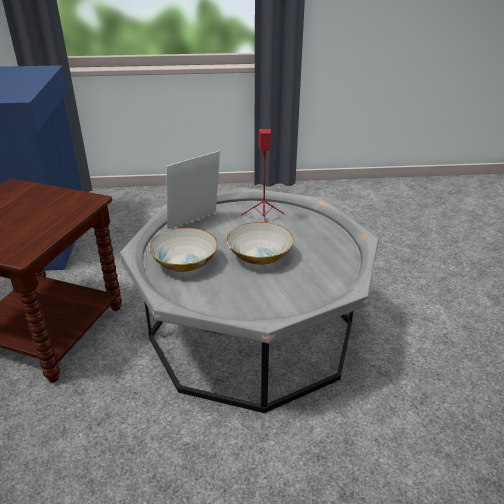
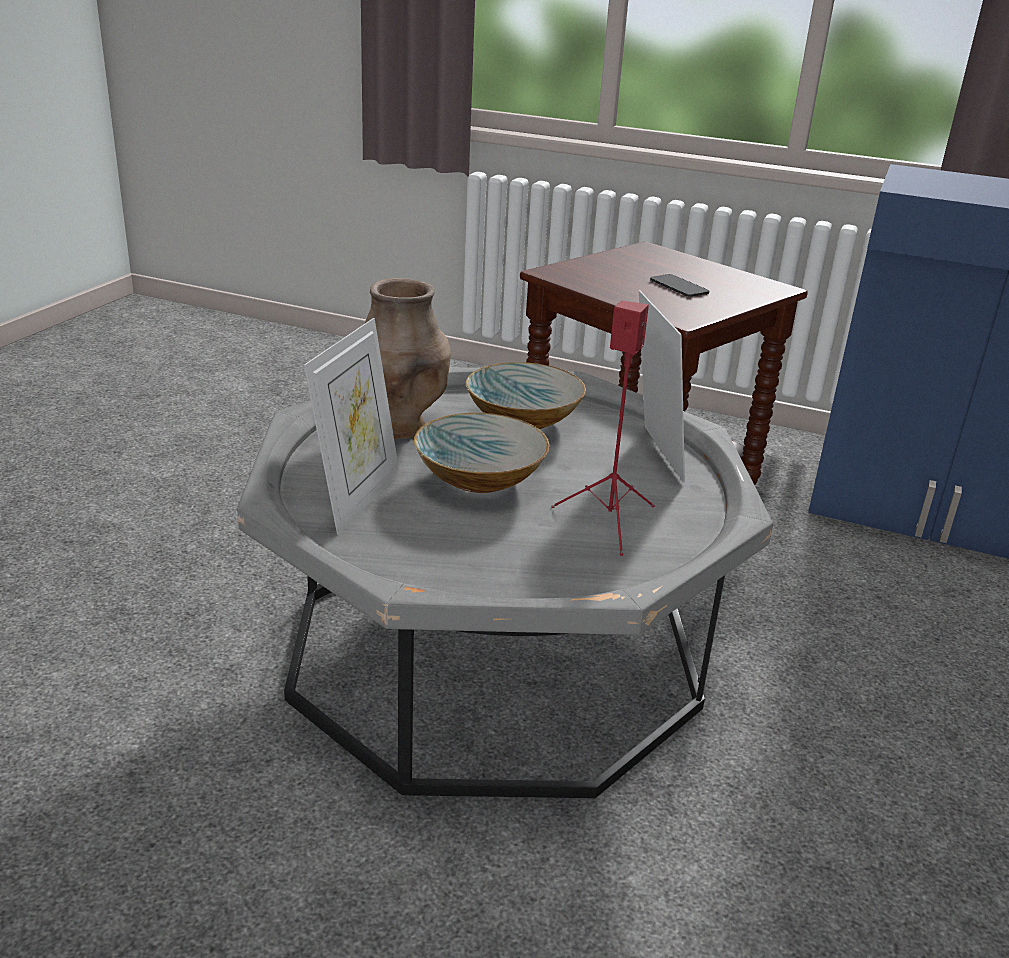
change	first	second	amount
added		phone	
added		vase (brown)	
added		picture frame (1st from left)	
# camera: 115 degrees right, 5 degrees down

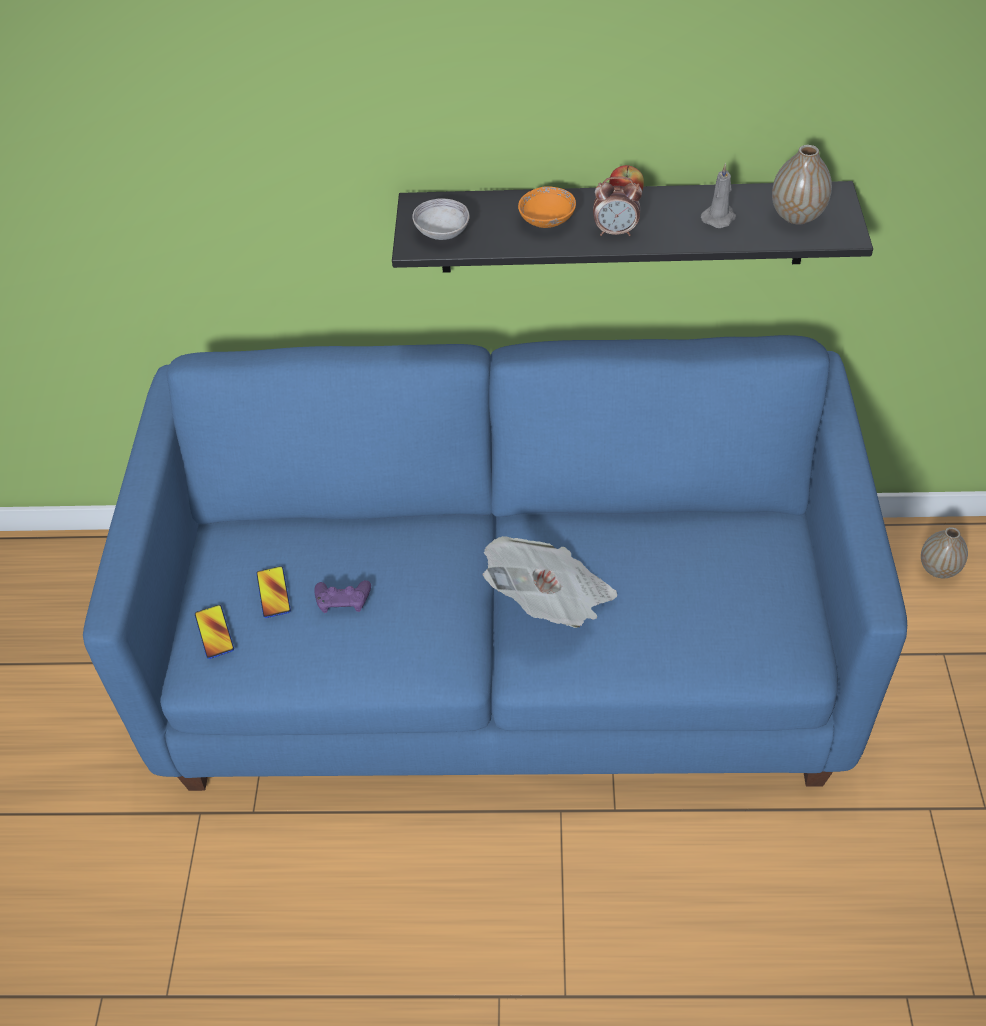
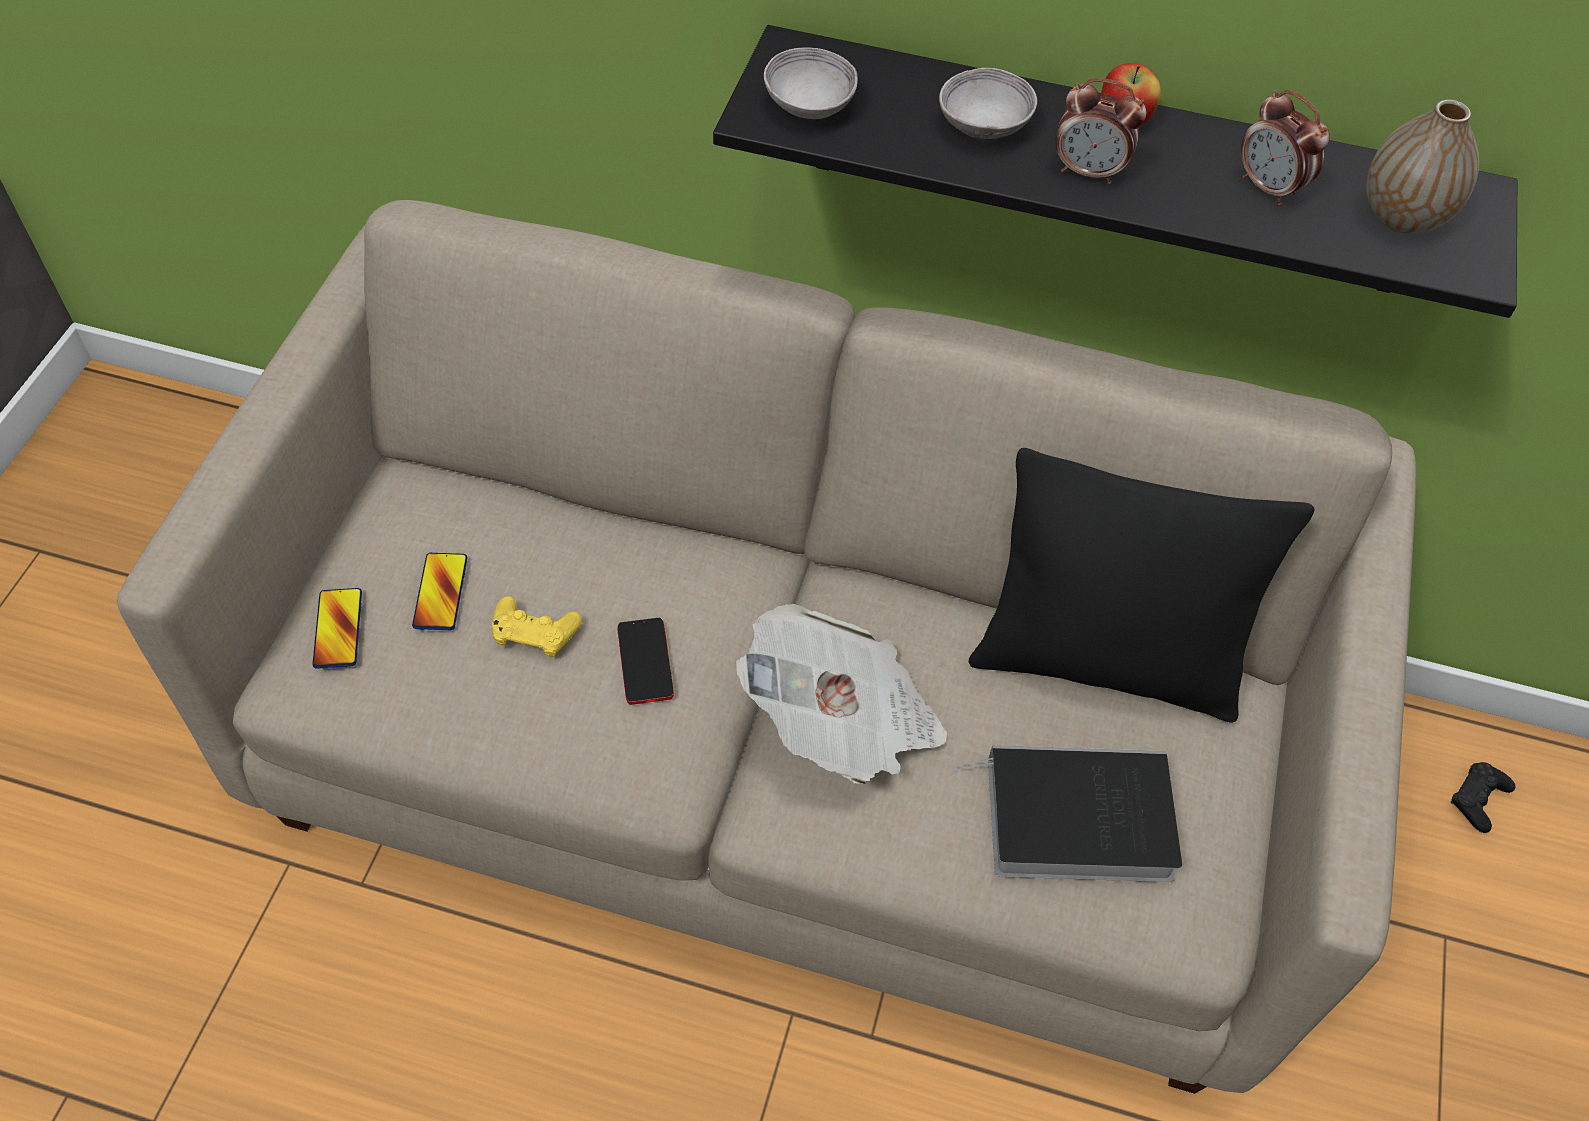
change	first	second	amount
replaced	candle (grey)	alarm clock (2nd from left)	
recoloured	bowl (orange)	bowl (grey) (2nd from left)	
recoloured	sofa (blue)	sofa (beige)	
replaced	vase (2nd from left)	game controller (black)	
recoloured	game controller (purple)	game controller (yellow)	
added		pillow (black)	
added		phone (3rd from left)	
added		book	
# camera: 10 degrees right, 5 degrees up

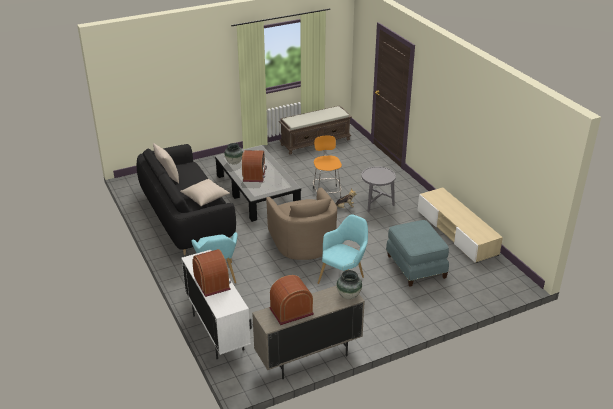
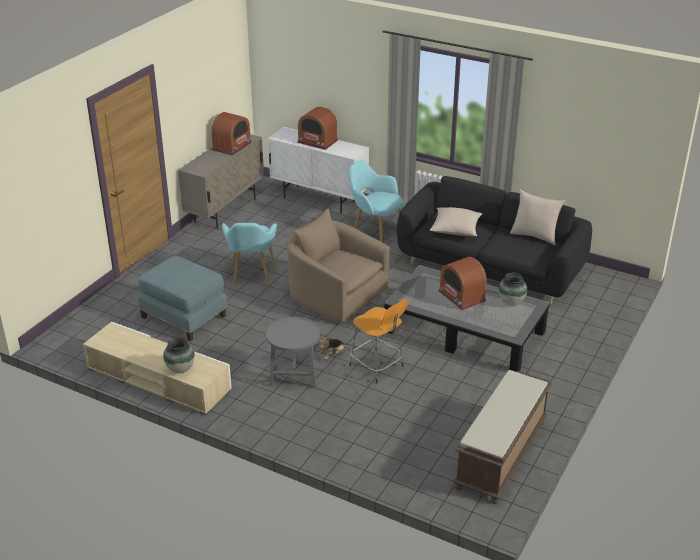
change	first	second	amount
moved	vase (2nd from left in the first image)	vase (1st from left)	
# camera: 145 degrees right, 0 degrees up

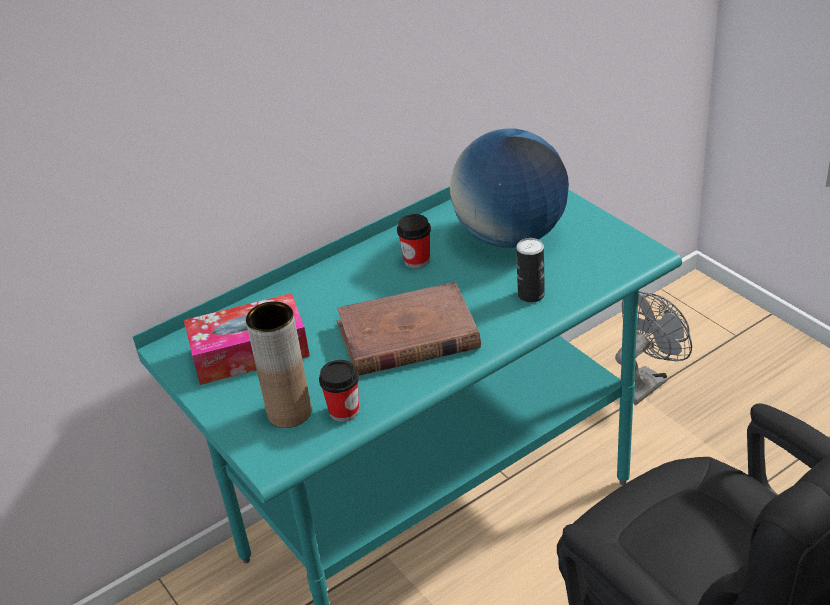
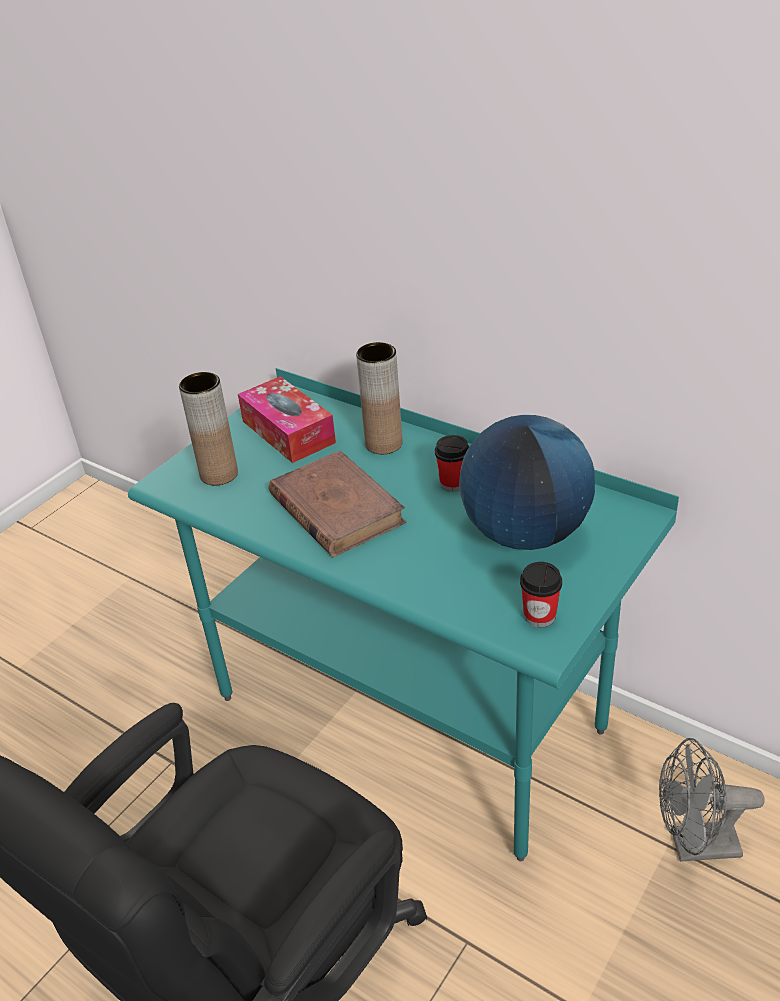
change	first	second	amount
removed	can		
turned	fan (grey)		150 degrees clockwise
moved	cup (1st from left in the first image)	cup (2nd from left)	
added		vase (brown) (2nd from left)	
# camera: 70 degrees right, 0 degrees up

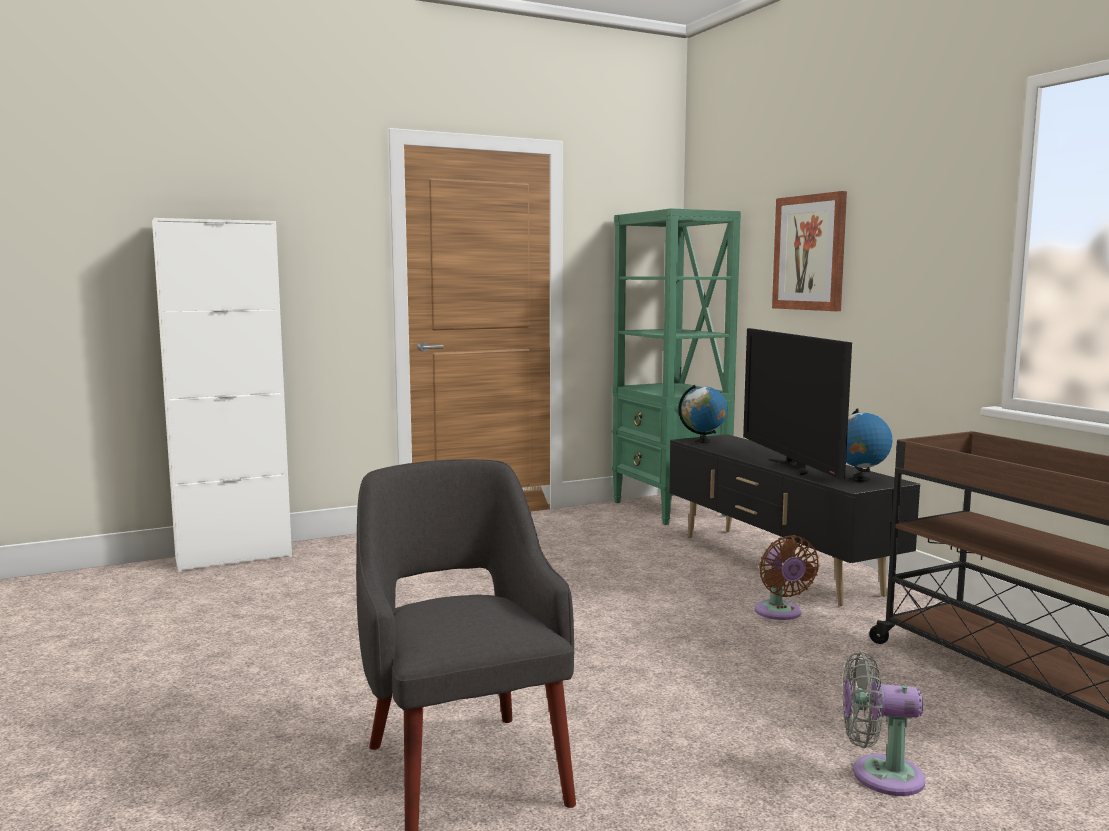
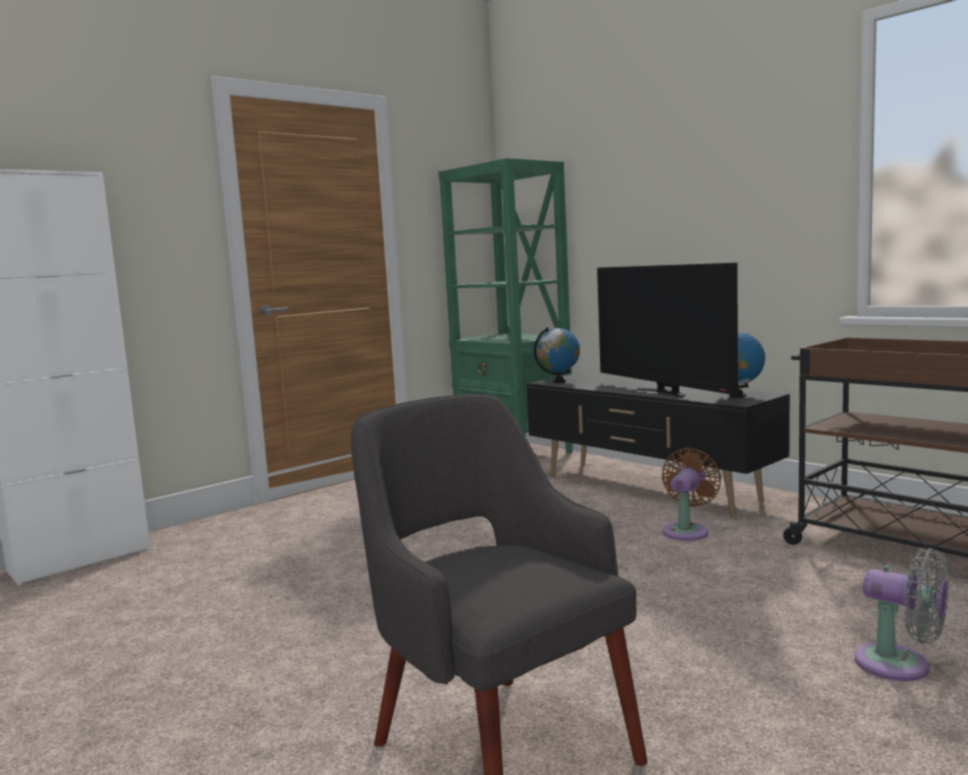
change	first	second	amount
removed	picture		
turned	fan (brown)		120 degrees counterclockwise
turned	fan (grey)		135 degrees counterclockwise
# camera: 15 degrees left, 0 degrees up

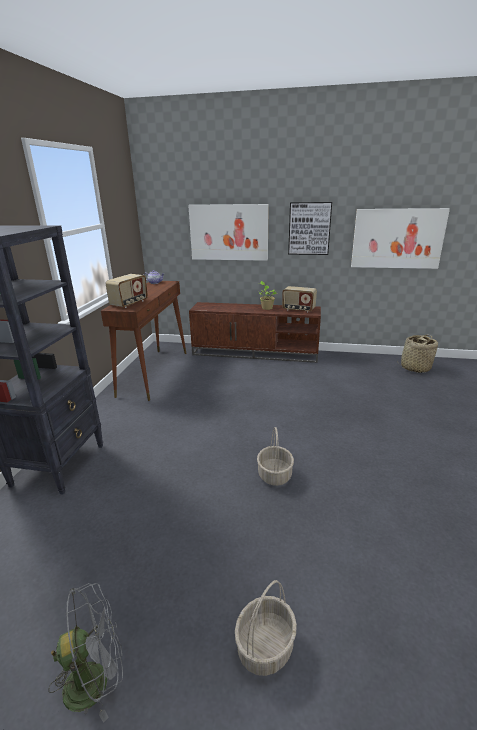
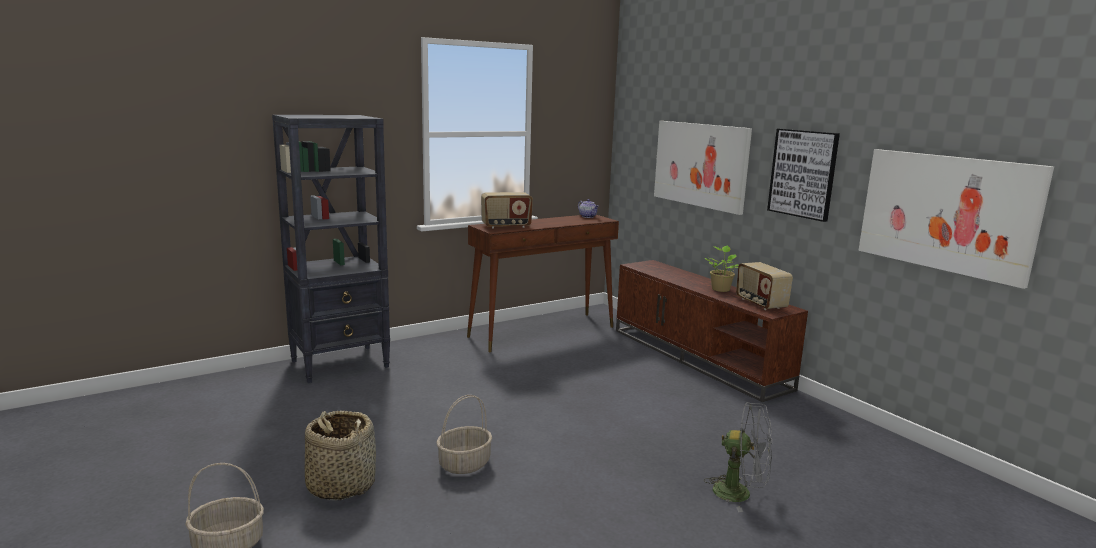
change	first	second	amount
moved	basket (3rd from left in the first image)	basket (2nd from left)	
moved	fan (grey)		
# camera: 45 degrees right, 10 degrees down

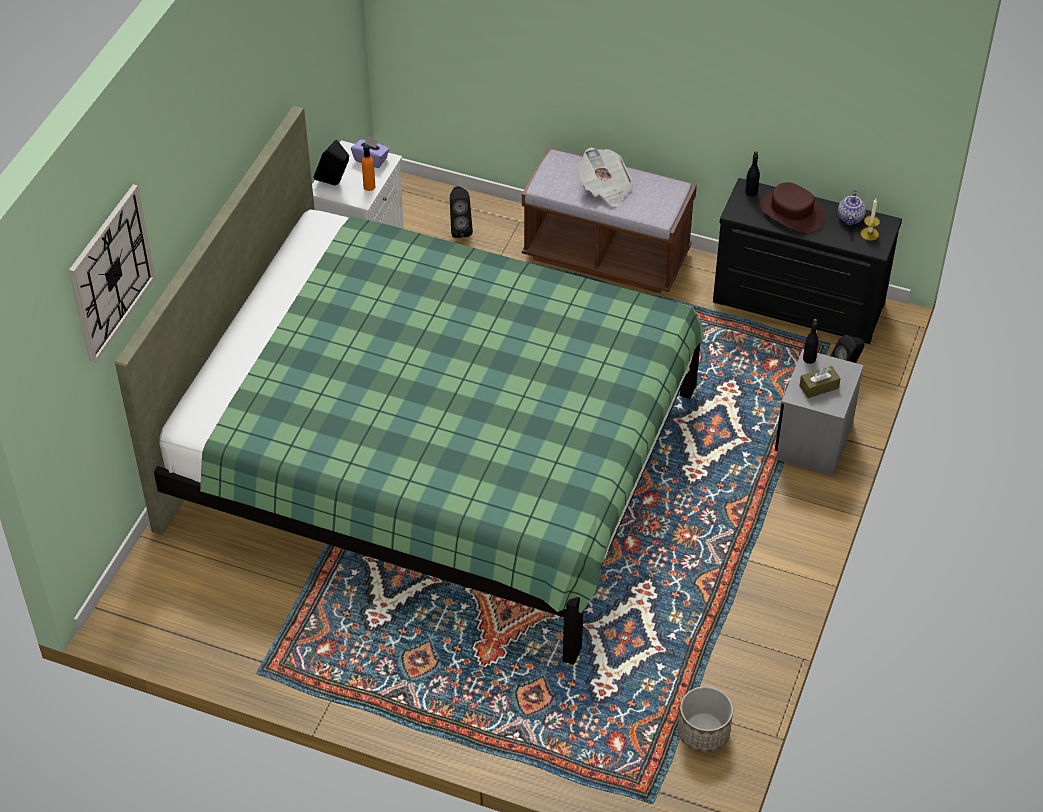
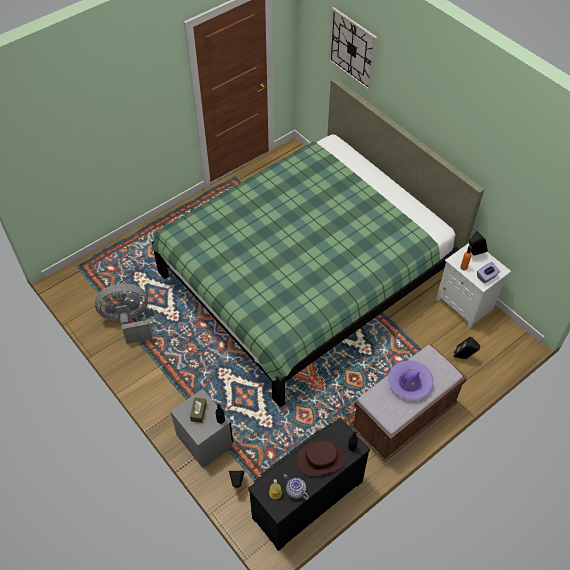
change	first	second	amount
replaced	newspaper	hat (purple)	
removed	planter		
added		fan (grey)	
# camera: 120 degrees right, 5 degrees up

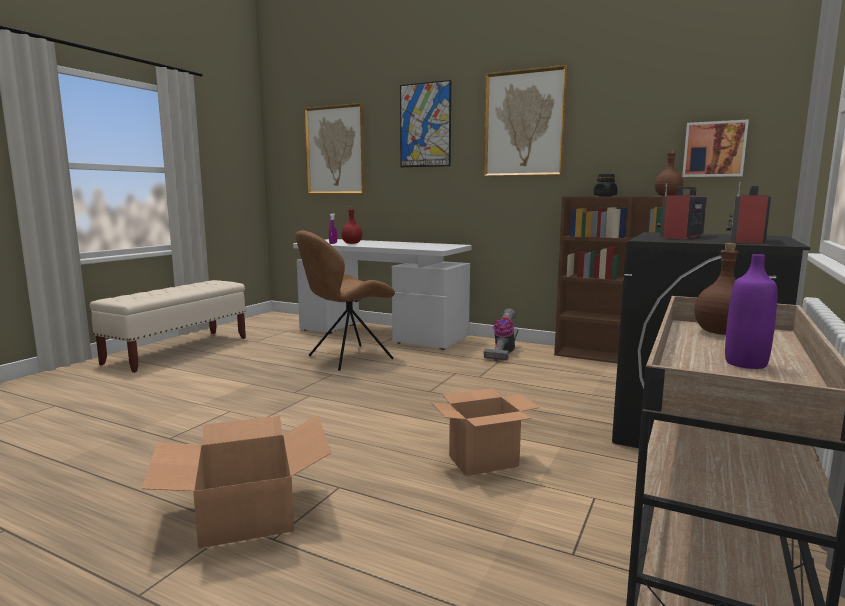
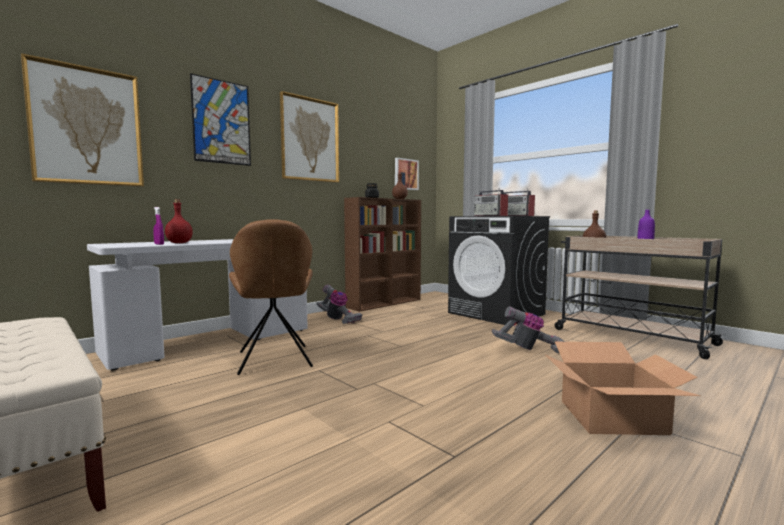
change	first	second	amount
replaced	cardboard box (2nd from left)	vacuum cleaner (2nd from left)	
# camera: 70 degrees left, 5 degrees down

